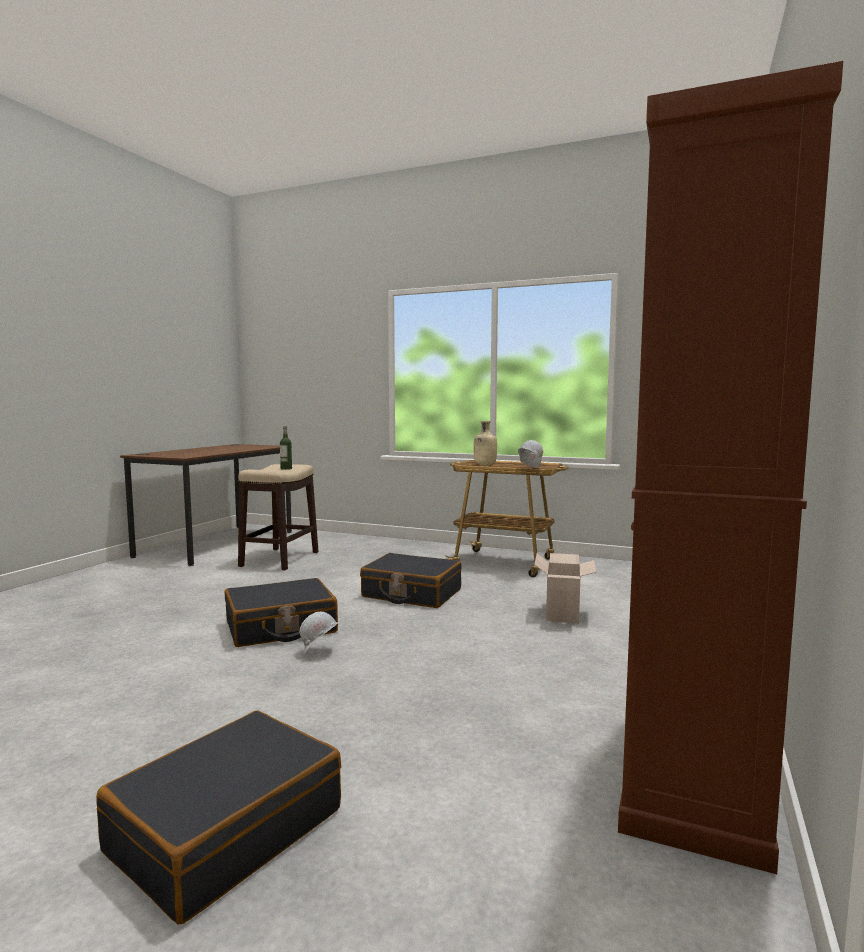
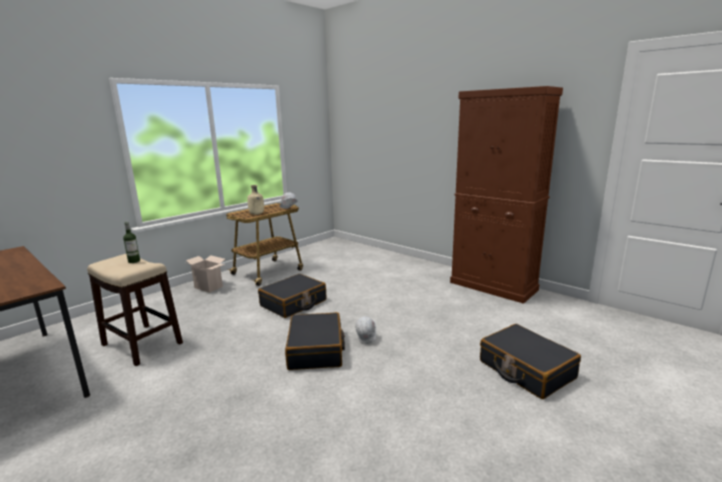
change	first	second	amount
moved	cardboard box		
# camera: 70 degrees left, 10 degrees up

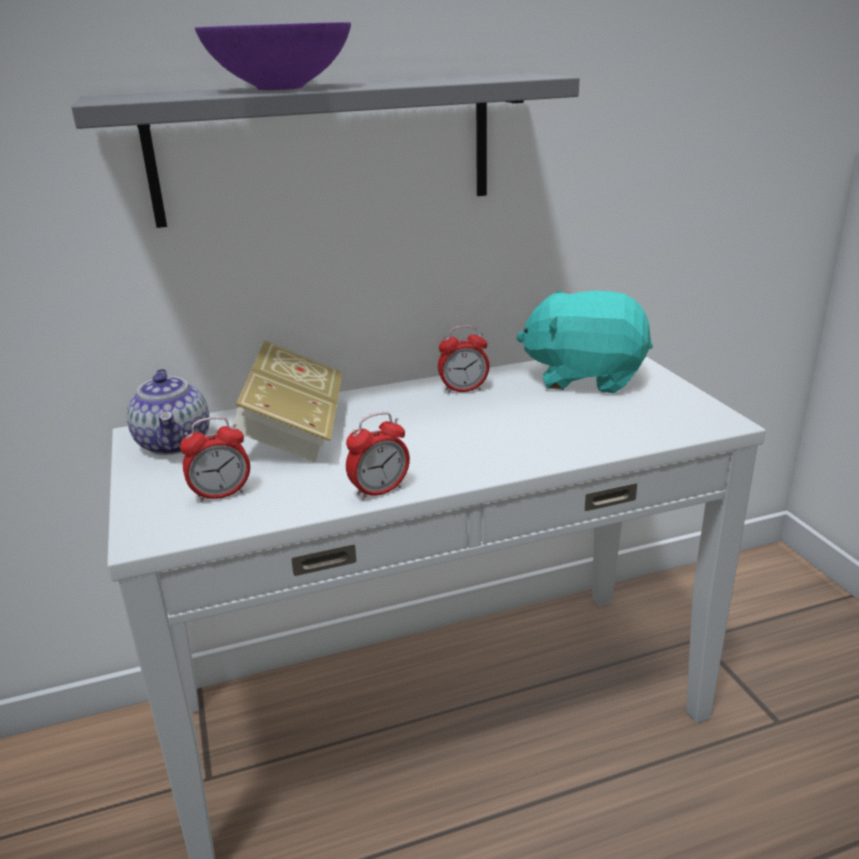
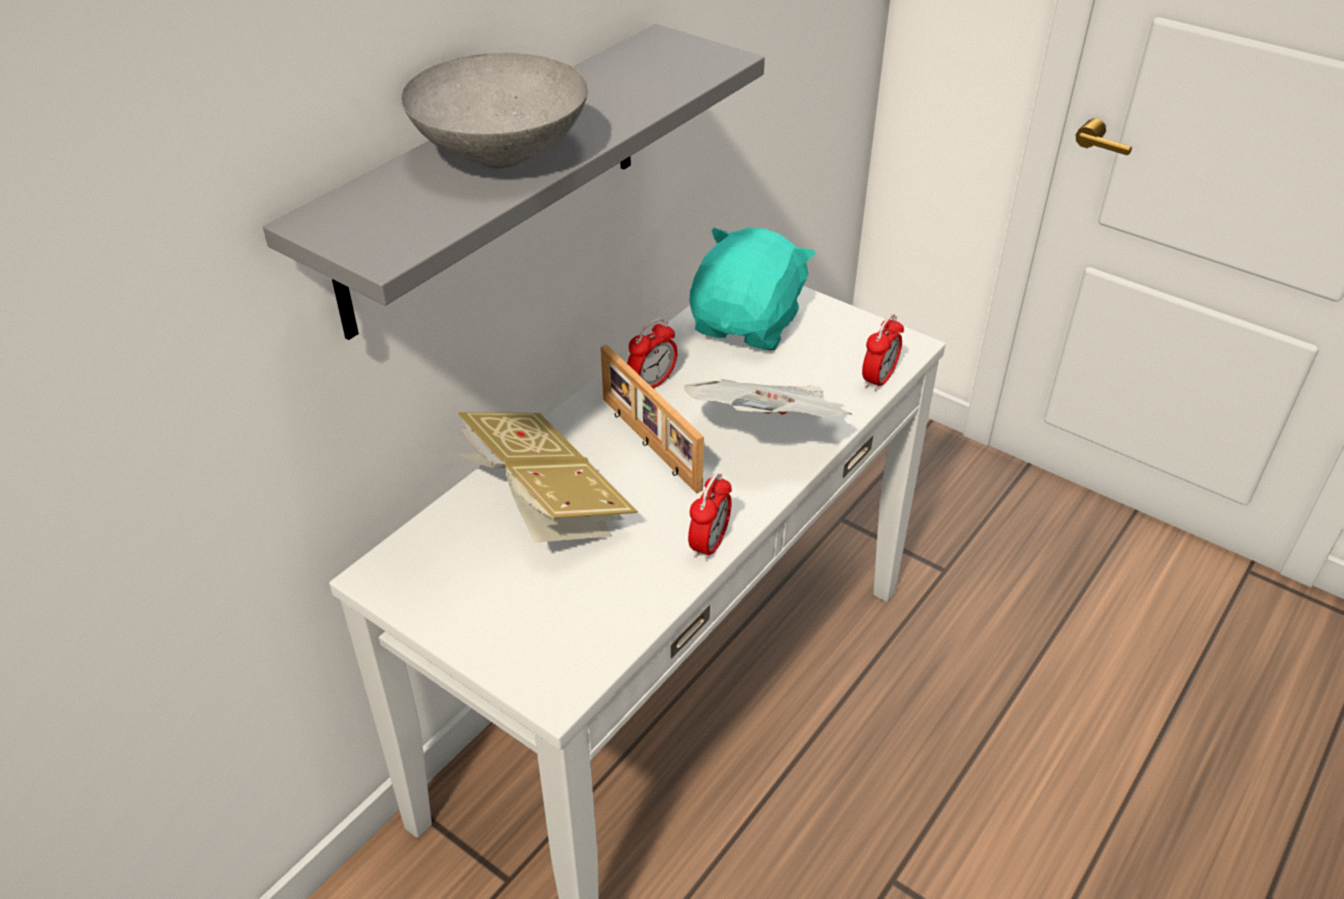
change	first	second	amount
recoloured	bowl (purple)	bowl (grey)	
turned	plush toy (turquoise)		135 degrees clockwise
removed	teapot		
moved	alarm clock (1st from left in the first image)	alarm clock (3rd from left)	
added		picture frame	
added		newspaper	
# camera: 35 degrees left, 15 degrees up

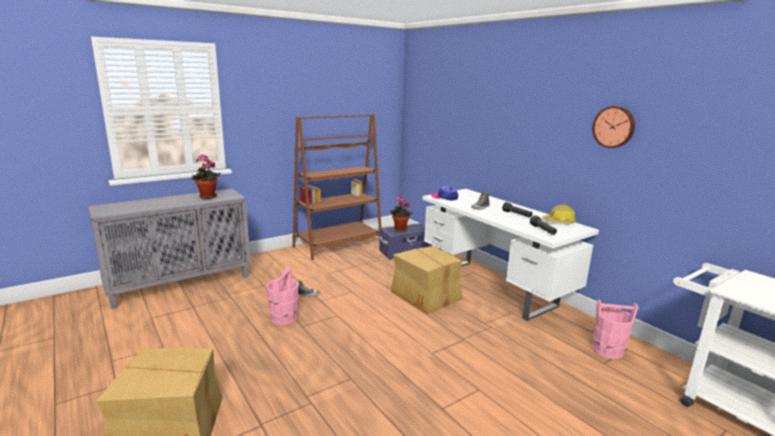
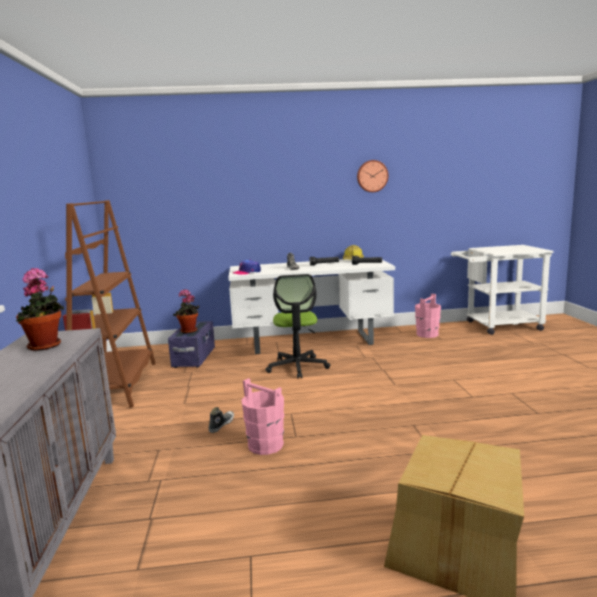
change	first	second	amount
replaced	cardboard box (2nd from left)	office chair	
# camera: 60 degrees left, 5 degrees down

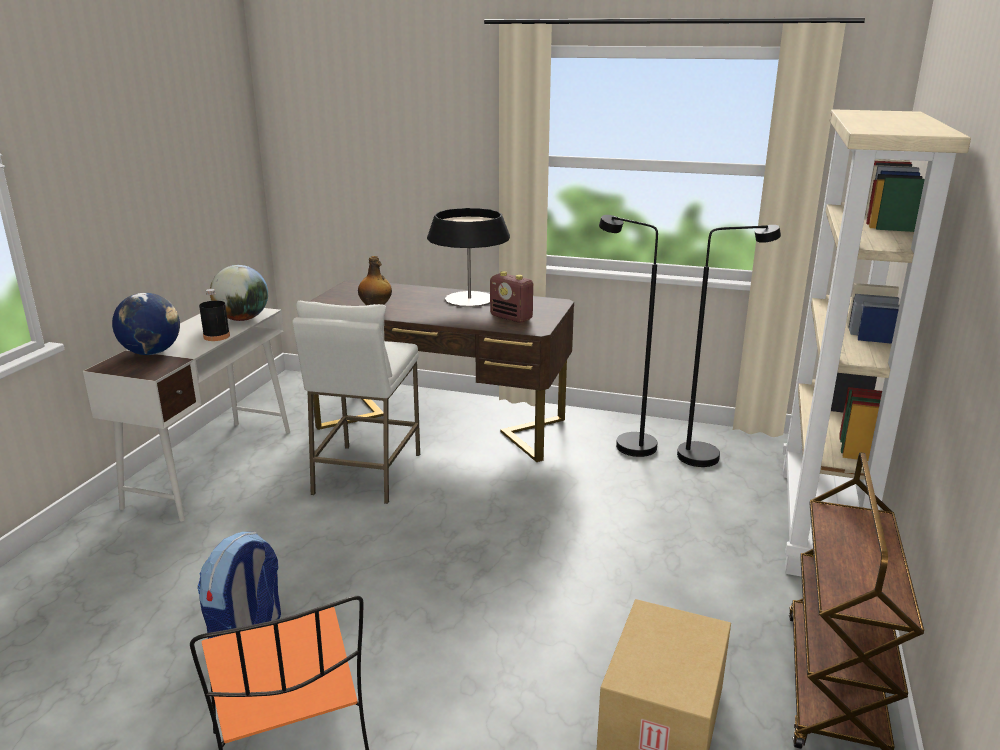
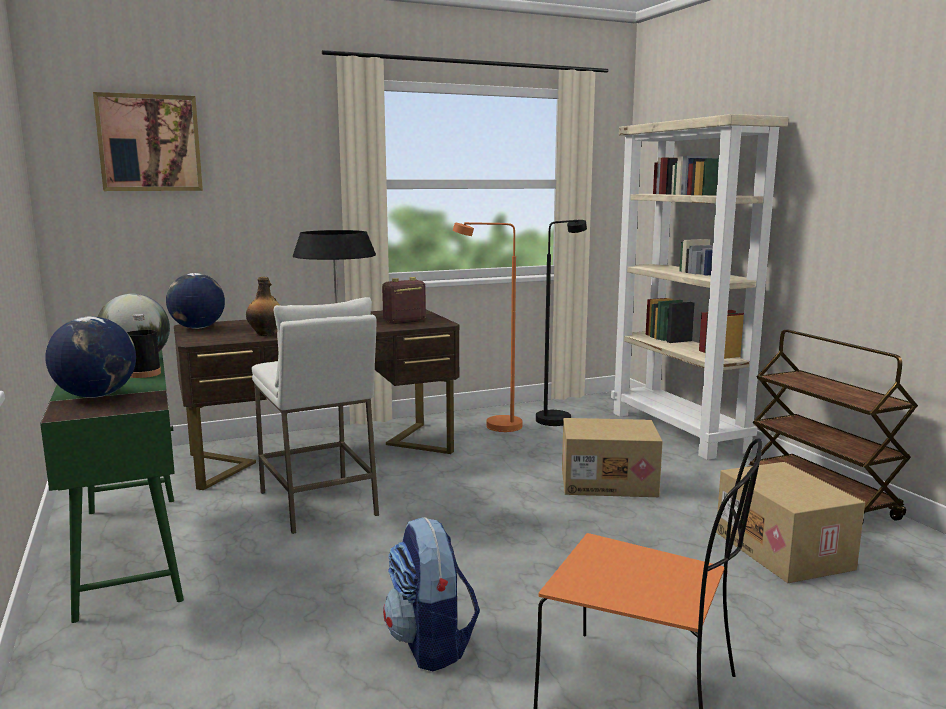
change	first	second	amount
recoloured	floor lamp (black) (1st from left)	floor lamp (orange)	
turned	radio		150 degrees clockwise
recoloured	desk (white)	desk (green)	
added		picture	
added		globe (3rd from left)	
added		cardboard box (1st from left)	
# camera: 40 degrees left, 10 degrees down

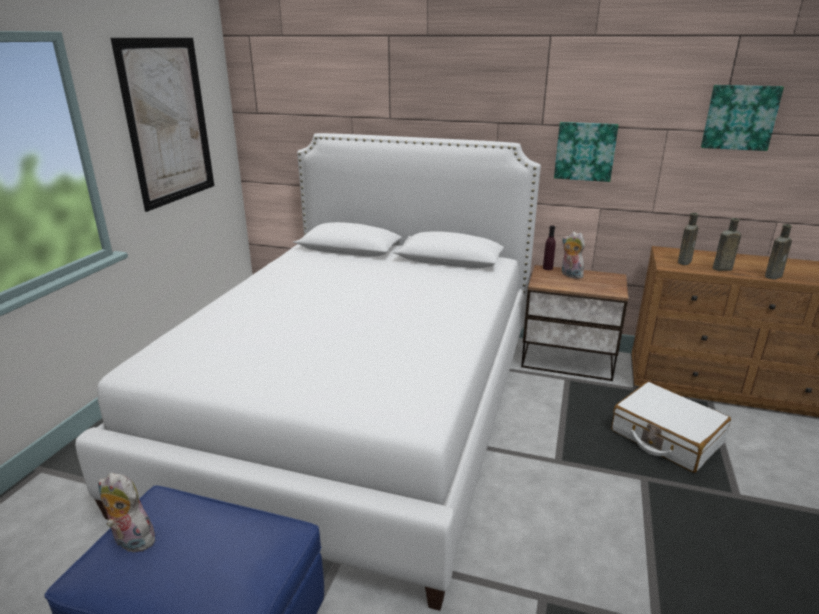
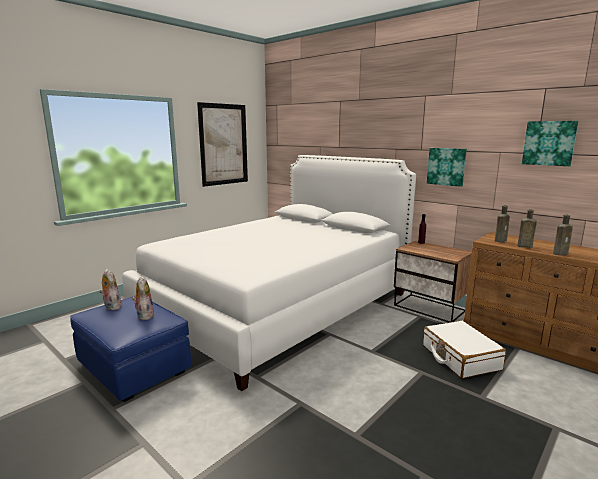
change	first	second	amount
moved	plush toy (2nd from left)		
# camera: 25 degrees right, 10 degrees down

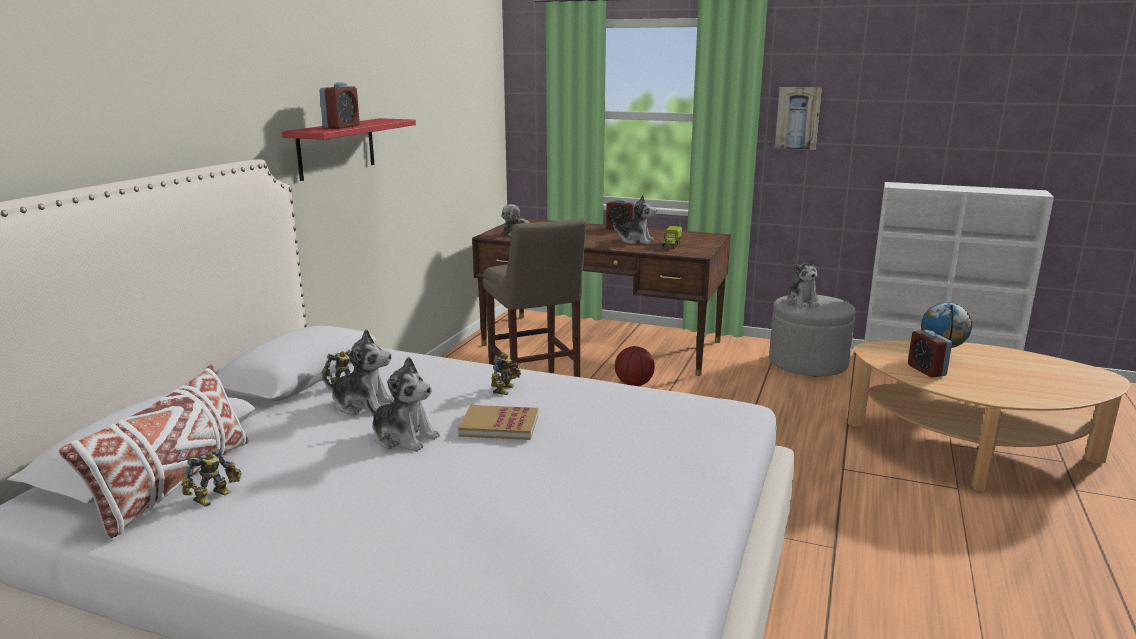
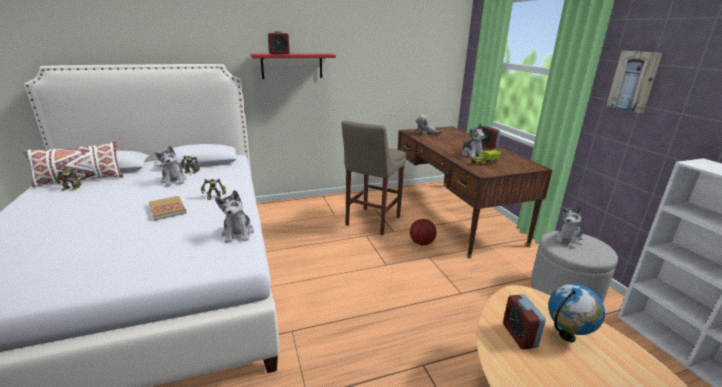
change	first	second	amount
turned	alarm clock (3rd from left)		45 degrees counterclockwise
moved	plush toy (2nd from left)		
# camera: 50 degrees right, 5 degrees up

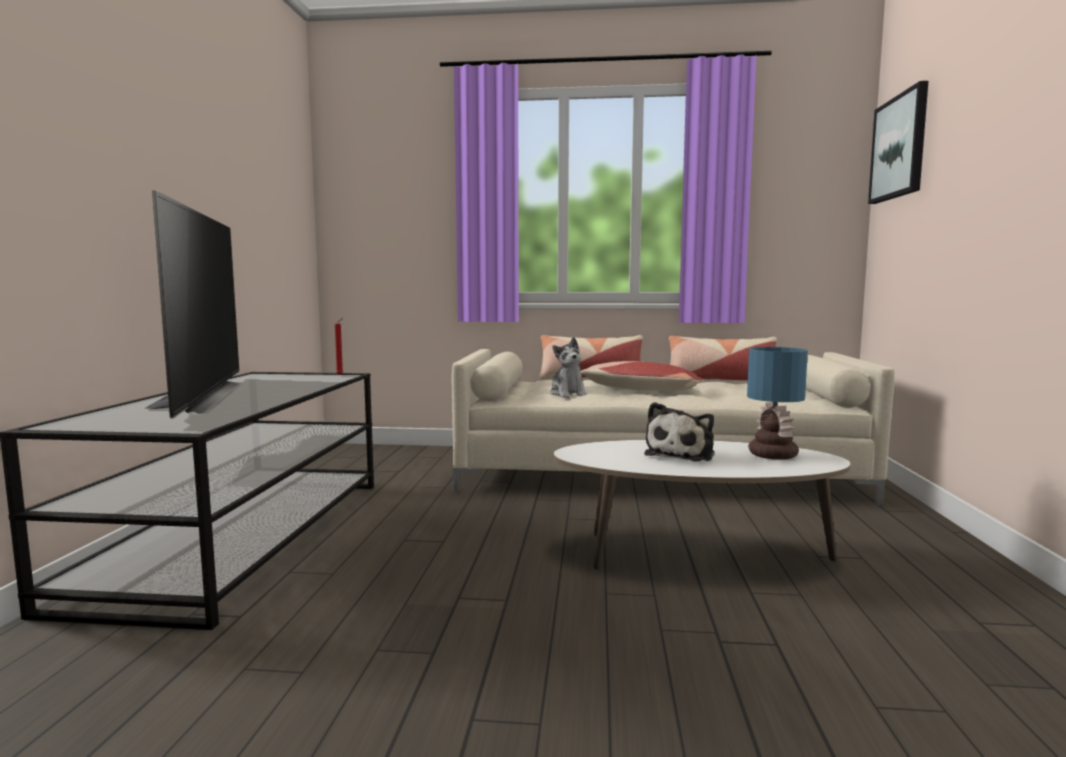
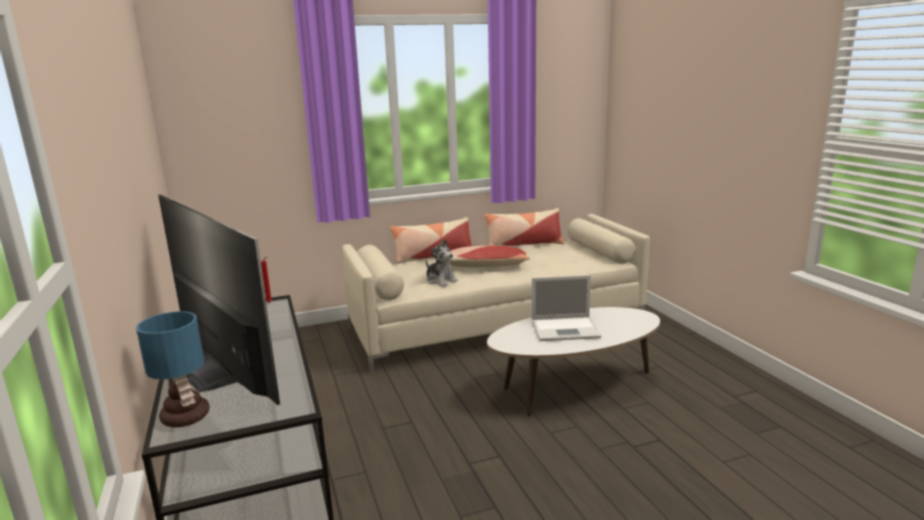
change	first	second	amount
removed	picture		
moved	table lamp		
replaced	plush toy (2nd from left)	laptop	
# camera: 25 degrees left, 10 degrees up

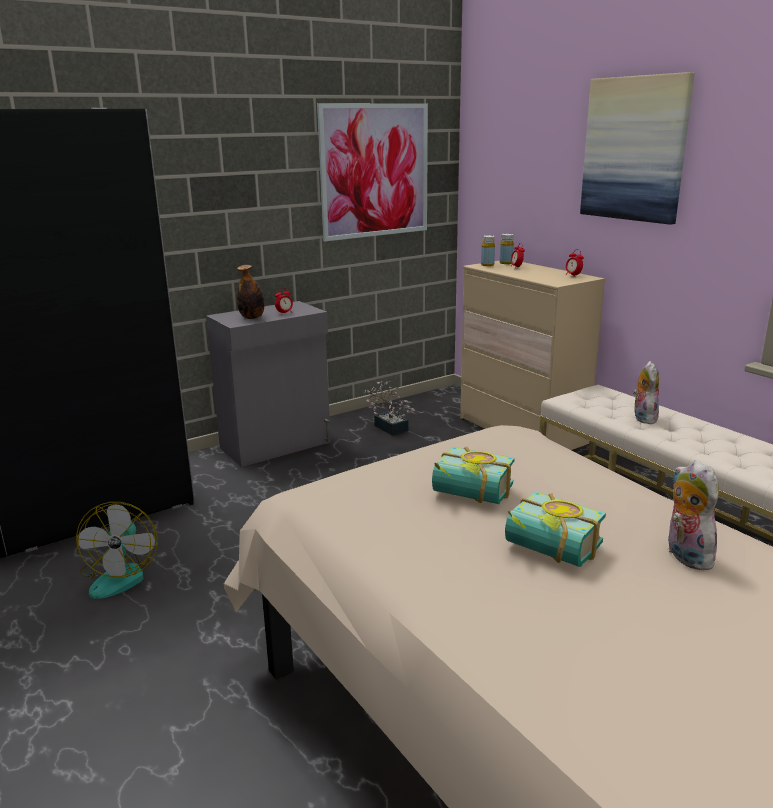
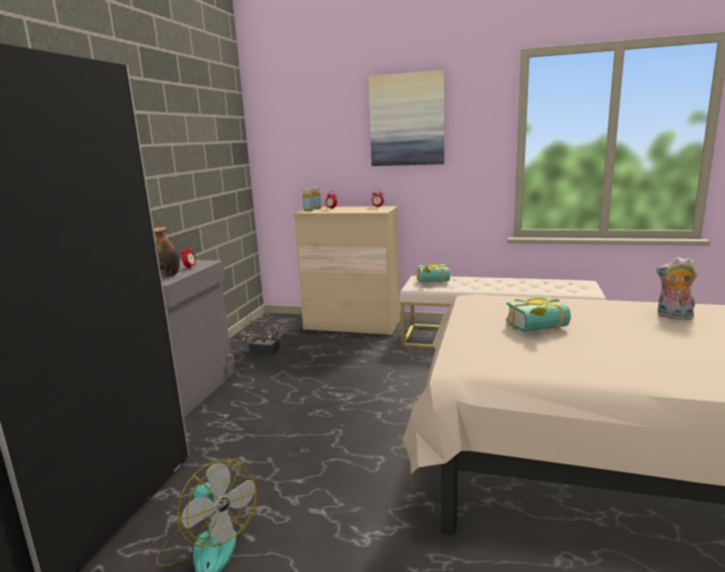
change	first	second	amount
removed	picture (1st from left)		
removed	plush toy (1st from left)		
moved	book (2nd from left in the first image)	book (1st from left)	
# camera: 40 degrees left, 5 degrees down

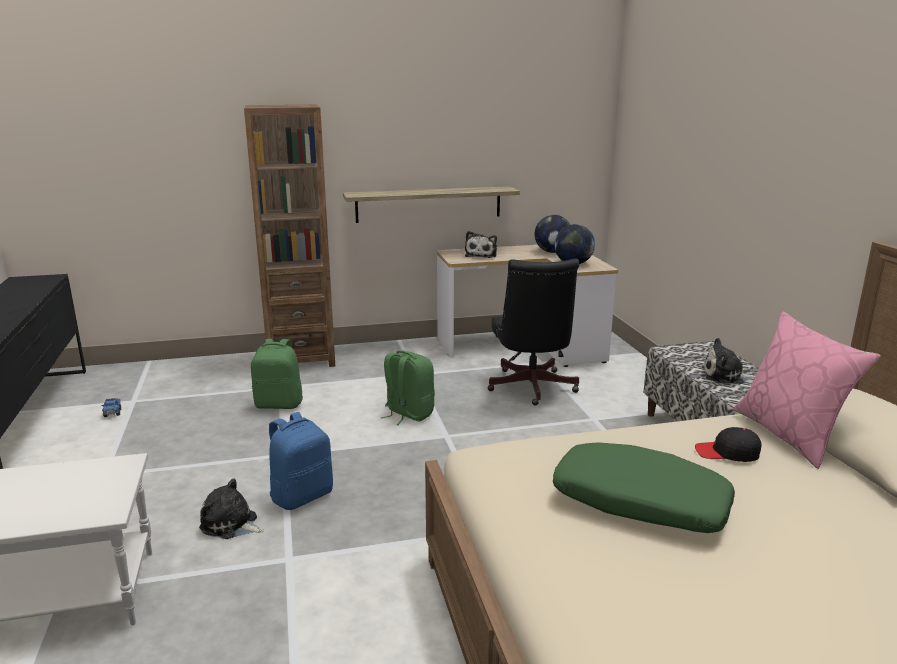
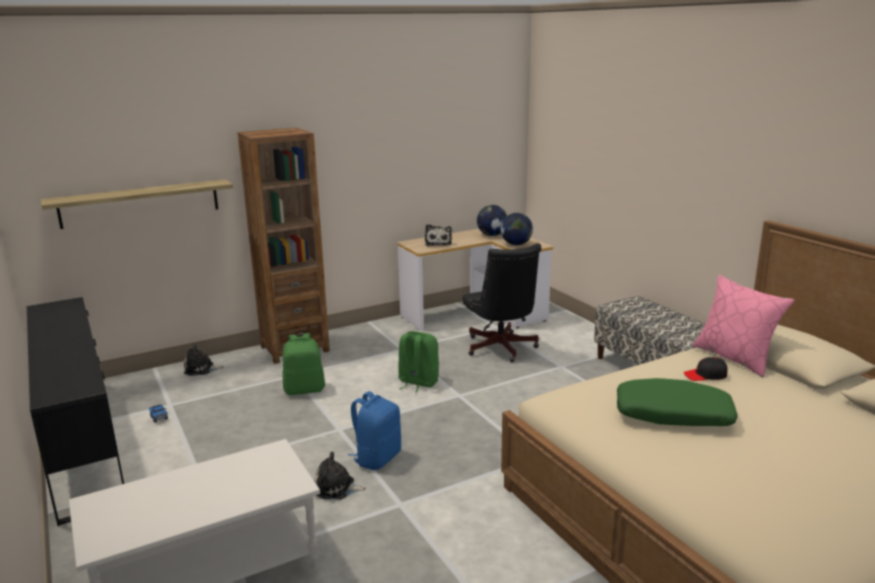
change	first	second	amount
moved	shelf		
moved	plush toy (3rd from left in the first image)	plush toy (1st from left)	
# camera: 15 degrees left, 0 degrees up

